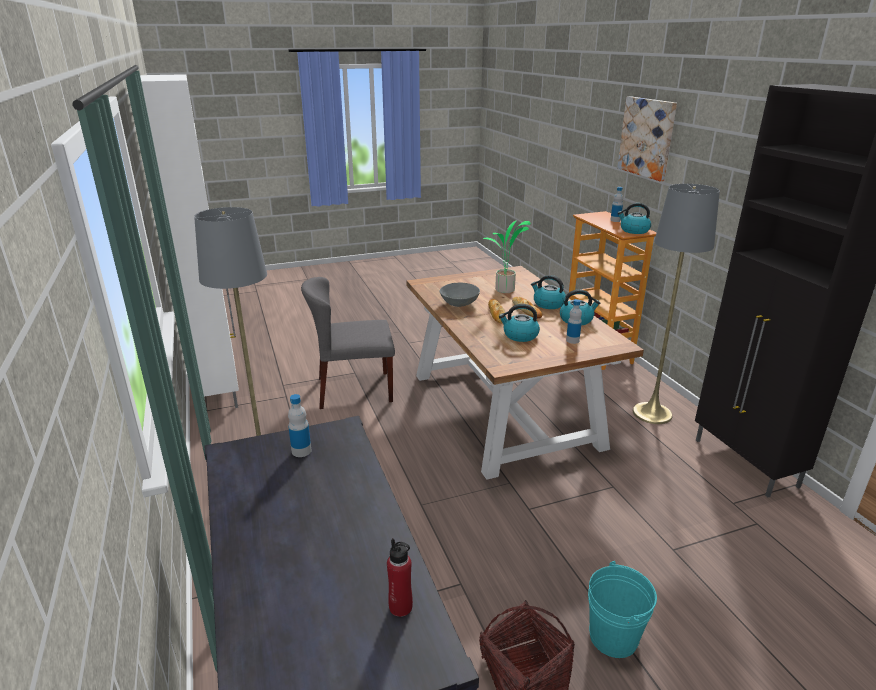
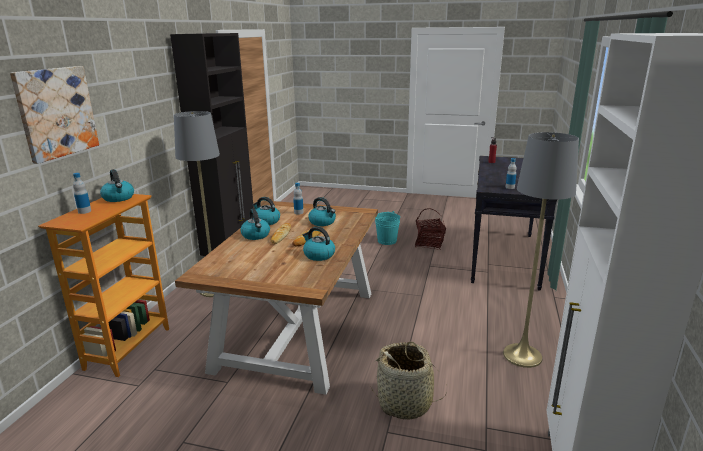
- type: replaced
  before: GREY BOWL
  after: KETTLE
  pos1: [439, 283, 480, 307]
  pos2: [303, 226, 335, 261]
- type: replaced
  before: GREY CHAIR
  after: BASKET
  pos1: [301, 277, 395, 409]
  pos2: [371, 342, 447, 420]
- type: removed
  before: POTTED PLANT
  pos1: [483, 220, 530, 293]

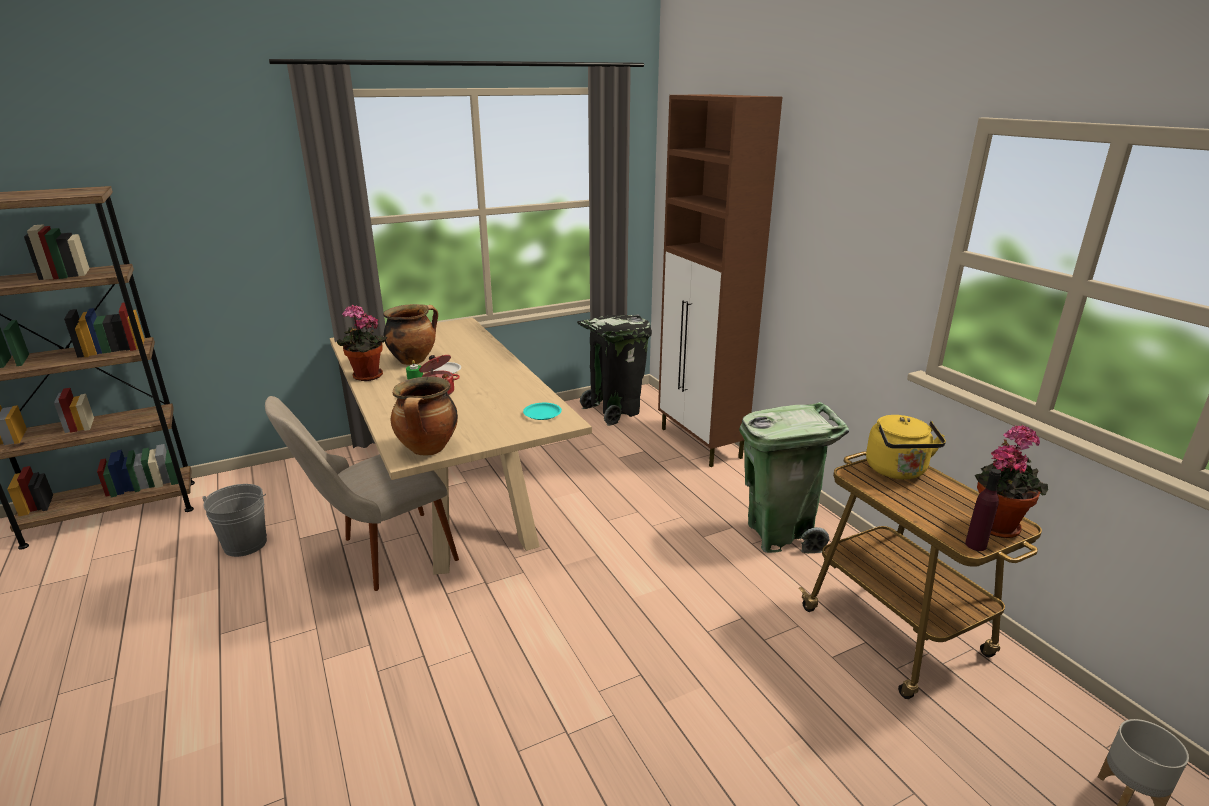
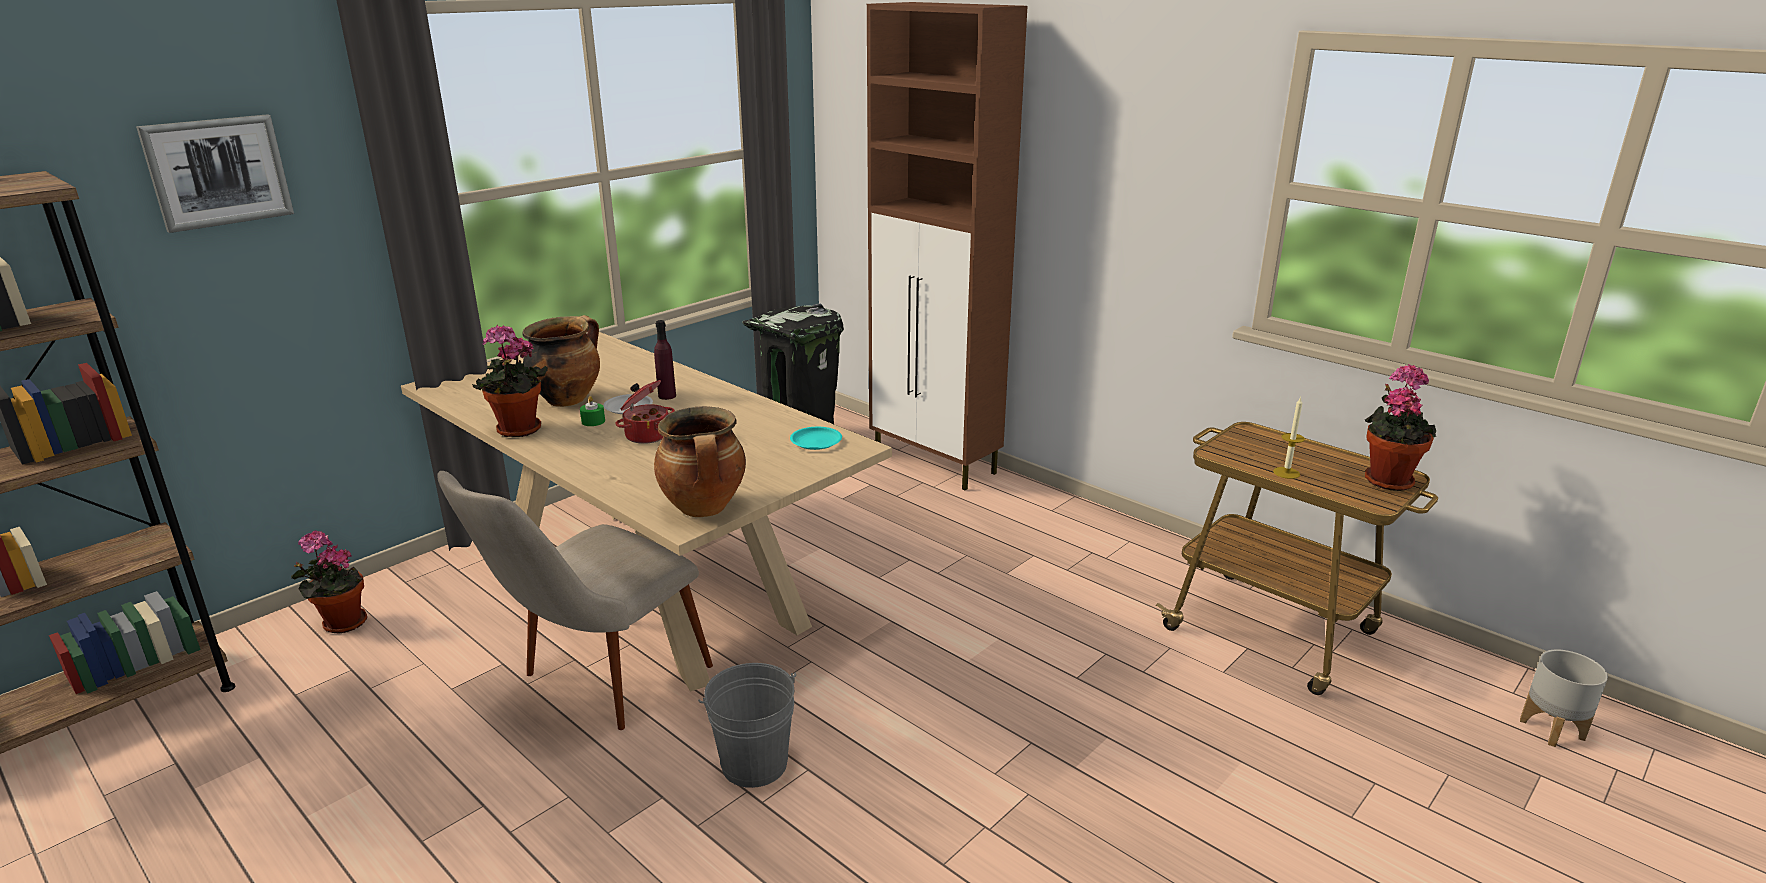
- type: added
  after: PICTURE
  pos2: [136, 114, 294, 233]
- type: added
  after: POTTED PLANT
  pos2: [291, 530, 367, 634]
- type: moved
  before: PURPLE BOTTLE
  pos1: [965, 469, 1001, 551]
  pos2: [654, 320, 676, 400]
- type: moved
  before: GREY BUCKET
  pos1: [202, 484, 267, 557]
  pos2: [698, 663, 796, 788]
- type: added
  after: CANDLE
  pos2: [1273, 397, 1305, 479]
- type: removed
  before: GREEN TRASH CAN
  pos1: [740, 402, 849, 553]
- type: removed
  before: YELLOW KETTLE
  pos1: [866, 415, 946, 479]

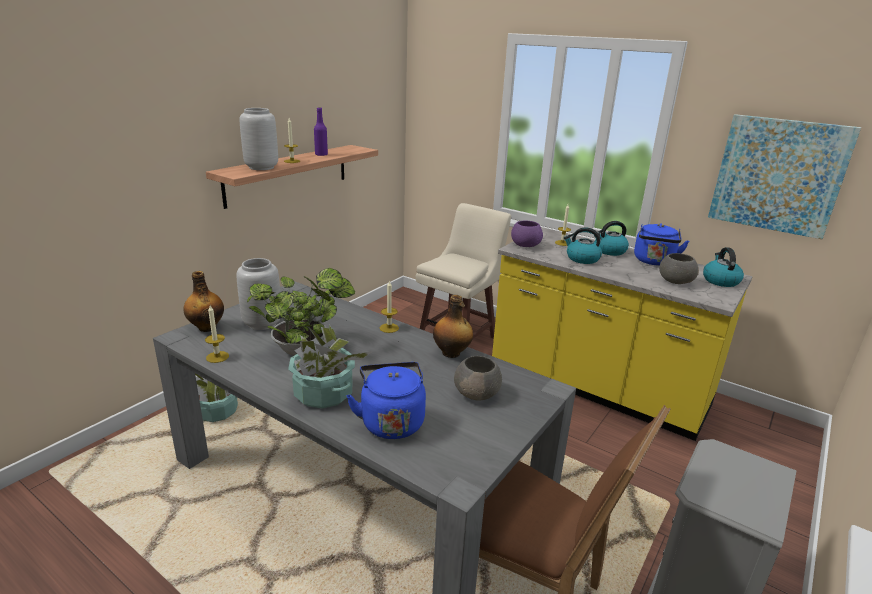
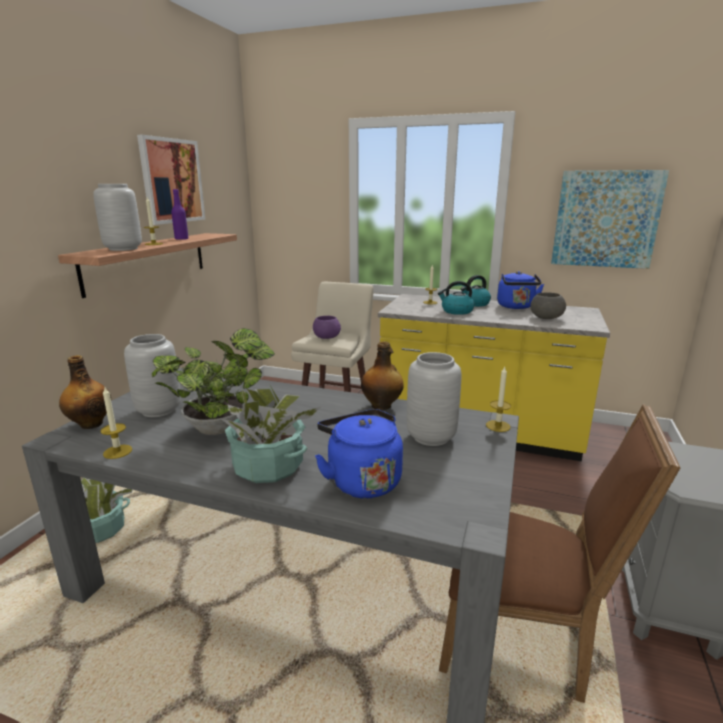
- type: added
  after: PICTURE
  pos2: [137, 135, 206, 225]
- type: moved
  before: PURPLE BOWL
  pos1: [511, 221, 543, 247]
  pos2: [313, 316, 341, 339]
- type: replaced
  before: GREY BOWL
  after: GREY VASE
  pos1: [454, 356, 502, 401]
  pos2: [407, 352, 461, 446]
- type: moved
  before: CANDLE
  pos1: [380, 280, 399, 333]
  pos2: [486, 367, 511, 432]
- type: removed
  before: KETTLE
  pos1: [703, 247, 744, 287]

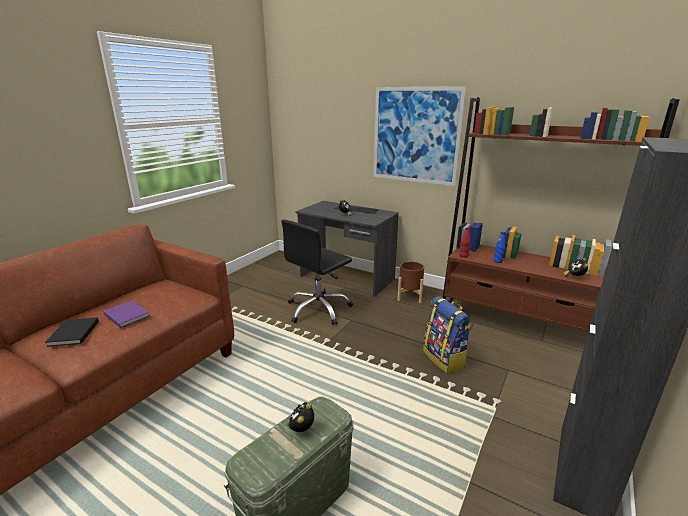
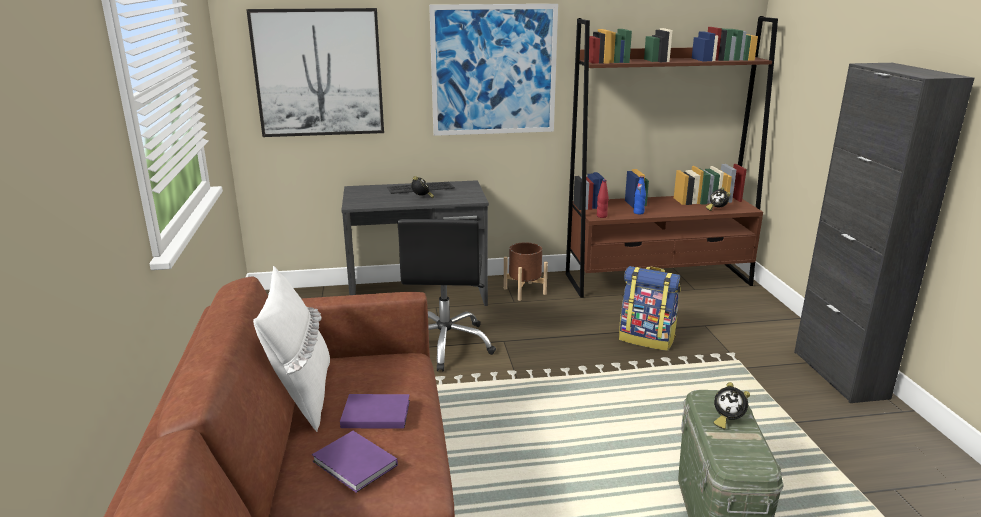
- type: added
  after: PICTURE
  pos2: [246, 8, 384, 137]
- type: added
  after: WHITE PILLOW
  pos2: [253, 266, 330, 432]
- type: recoloured
  before: BLACK BOOK
  after: PURPLE BOOK
  pos1: [45, 317, 99, 347]
  pos2: [312, 431, 398, 493]
- type: turned
  before: ALARM CLOCK
  pos1: [287, 402, 314, 432]
  pos2: [713, 382, 750, 429]
  turn: -45

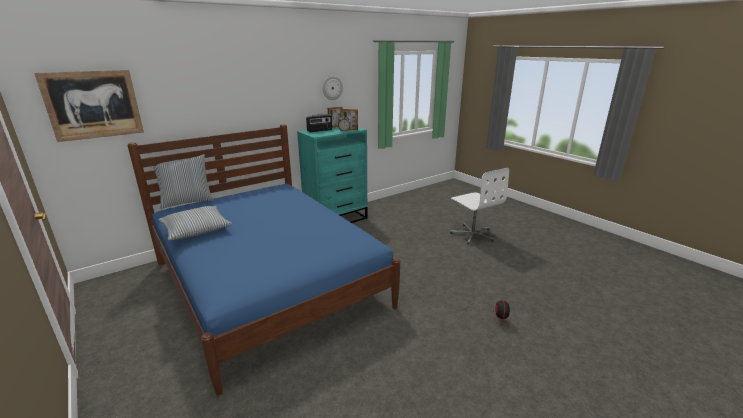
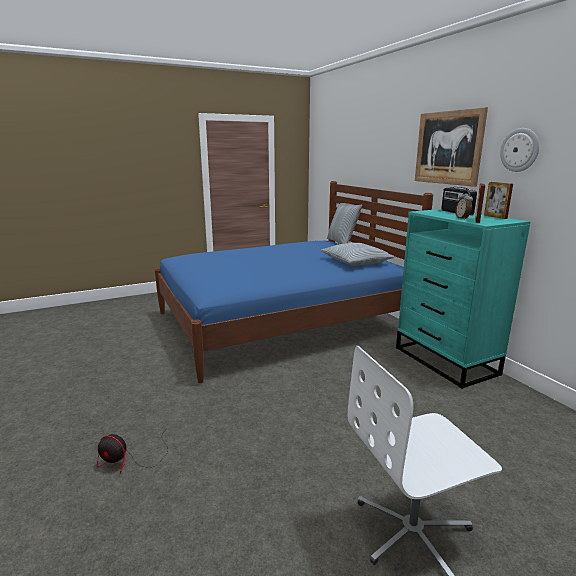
- type: moved
  before: PILLOW
  pos1: [159, 206, 232, 240]
  pos2: [321, 243, 395, 266]
- type: moved
  before: PICTURE
  pos1: [34, 70, 144, 142]
  pos2: [415, 107, 488, 187]

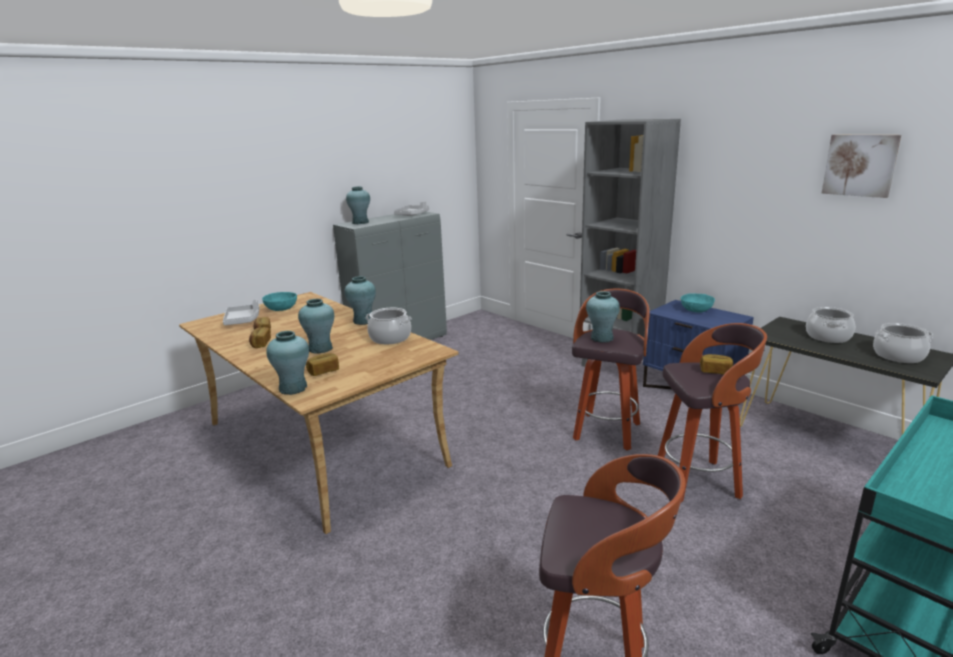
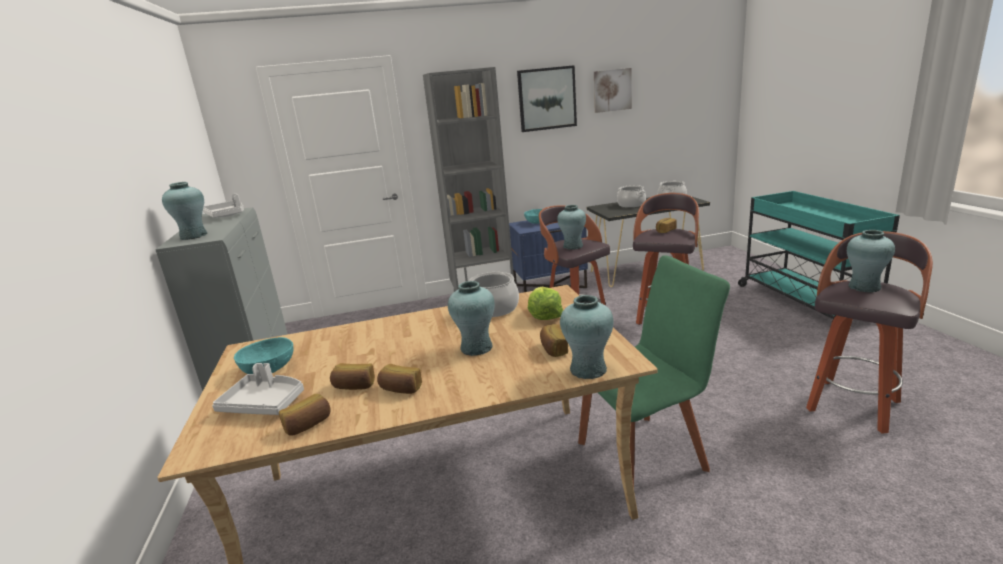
- type: added
  after: BREAD
  pos2: [279, 394, 331, 436]
- type: added
  after: PICTURE
  pos2: [517, 65, 577, 132]
- type: added
  after: LETTUCE
  pos2: [528, 287, 563, 320]
- type: added
  after: GREEN CHAIR
  pos2: [578, 255, 730, 487]
- type: moved
  before: TURQUOISE VASE
  pos1: [345, 276, 376, 325]
  pos2: [847, 230, 895, 292]

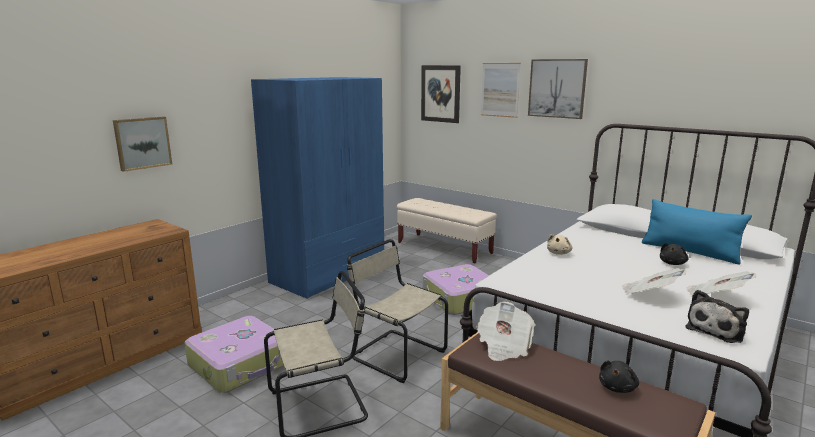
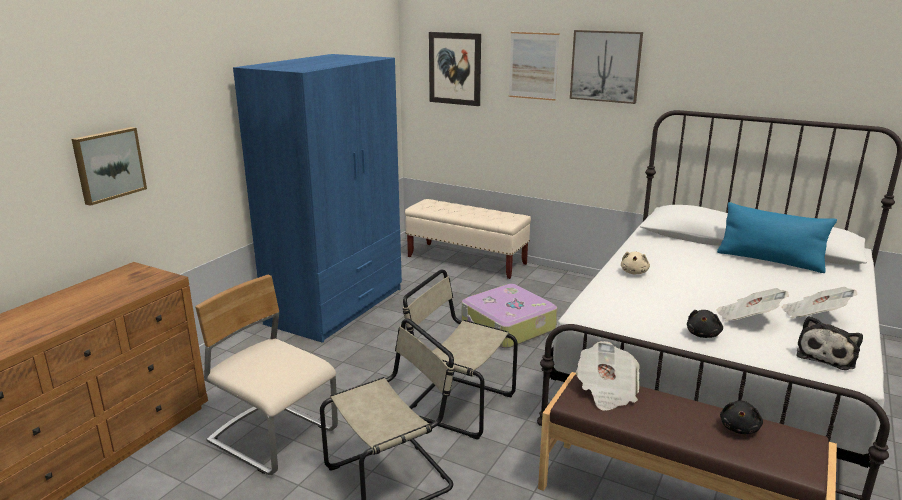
- type: replaced
  before: SUITCASE
  after: BEIGE CHAIR
  pos1: [185, 316, 284, 393]
  pos2: [195, 275, 338, 475]
- type: moved
  before: BLACK PLUSH TOY
  pos1: [660, 243, 689, 265]
  pos2: [687, 310, 723, 338]

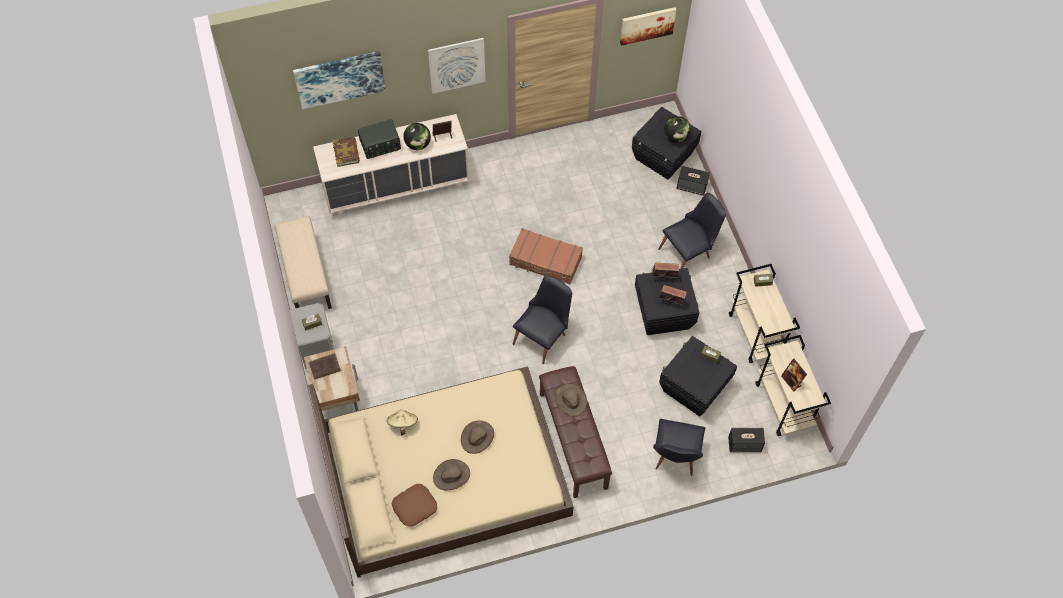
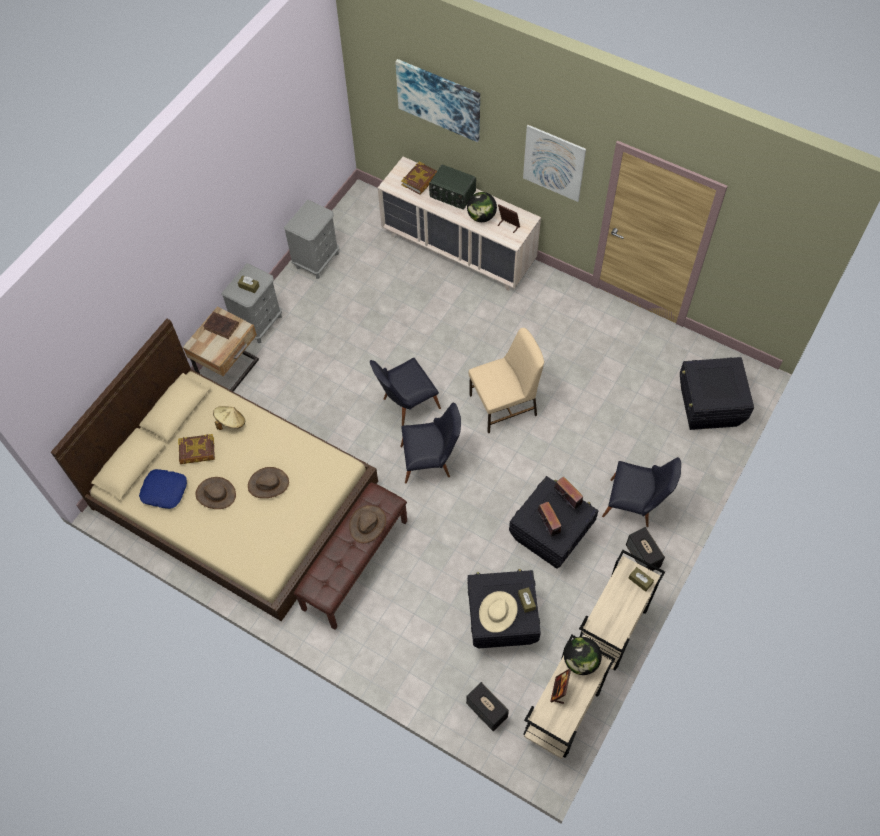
- type: recoloured
  before: BROWN PILLOW
  after: BLUE PILLOW
  pos1: [392, 484, 437, 527]
  pos2: [139, 469, 187, 509]
- type: added
  after: BOOK
  pos2: [178, 434, 215, 464]
- type: replaced
  before: BEIGE BENCH
  after: GREY NIGHTSTAND
  pos1: [275, 216, 332, 309]
  pos2: [284, 200, 339, 279]
- type: moved
  before: BLACK CHAIR
  pos1: [653, 419, 705, 476]
  pos2: [370, 358, 441, 426]
- type: replaced
  before: BROWN SUITCASE
  after: BEIGE CHAIR
  pos1: [509, 228, 583, 284]
  pos2: [468, 328, 544, 433]
- type: added
  after: BEIGE HAT
  pos2: [479, 591, 518, 633]
- type: moved
  before: GLOBE
  pos1: [664, 116, 690, 143]
  pos2: [564, 637, 602, 675]
- type: moved
  before: SPEAKER
  pos1: [676, 166, 710, 196]
  pos2: [626, 527, 665, 571]
- type: removed
  before: PICTURE
  pos1: [620, 7, 676, 46]

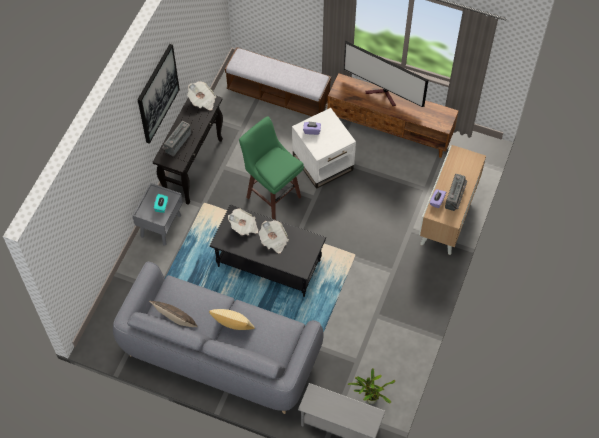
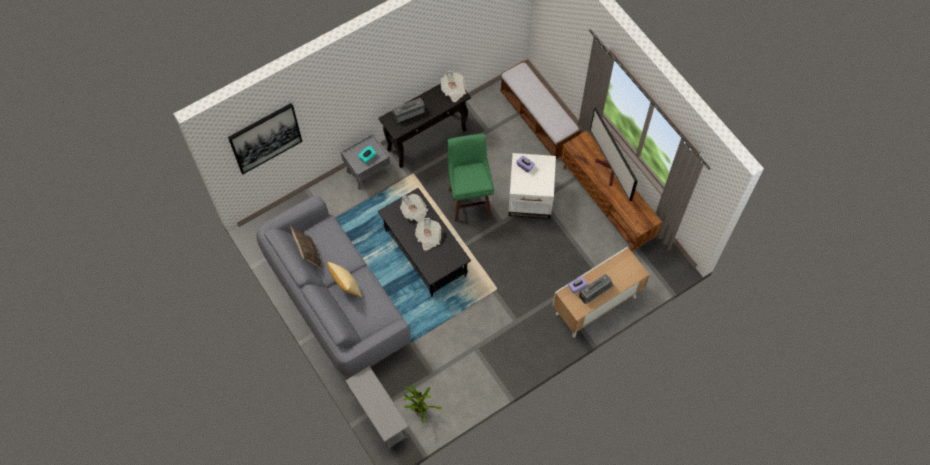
- type: moved
  before: PICTURE
  pos1: [137, 44, 180, 144]
  pos2: [228, 103, 302, 174]

